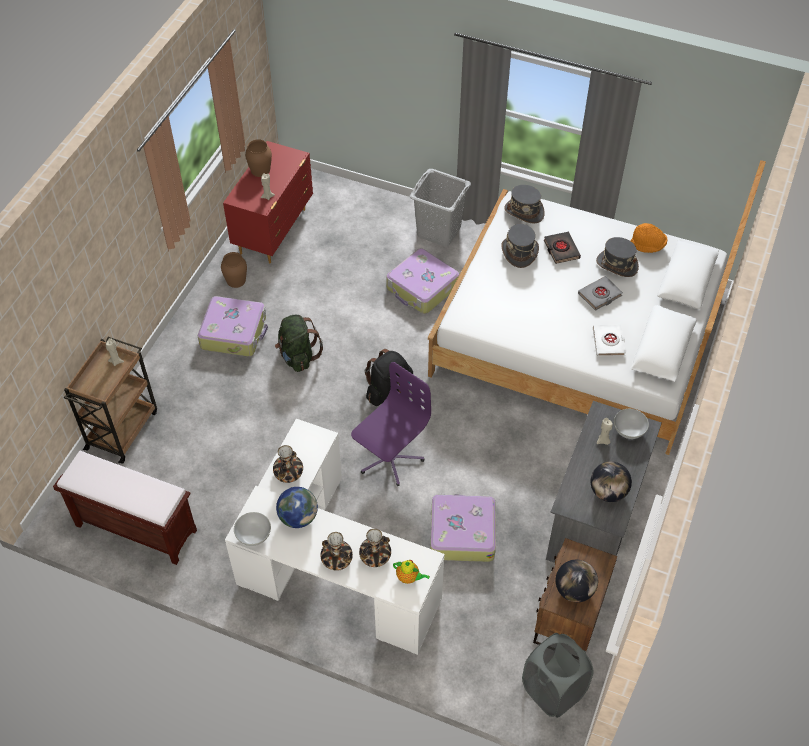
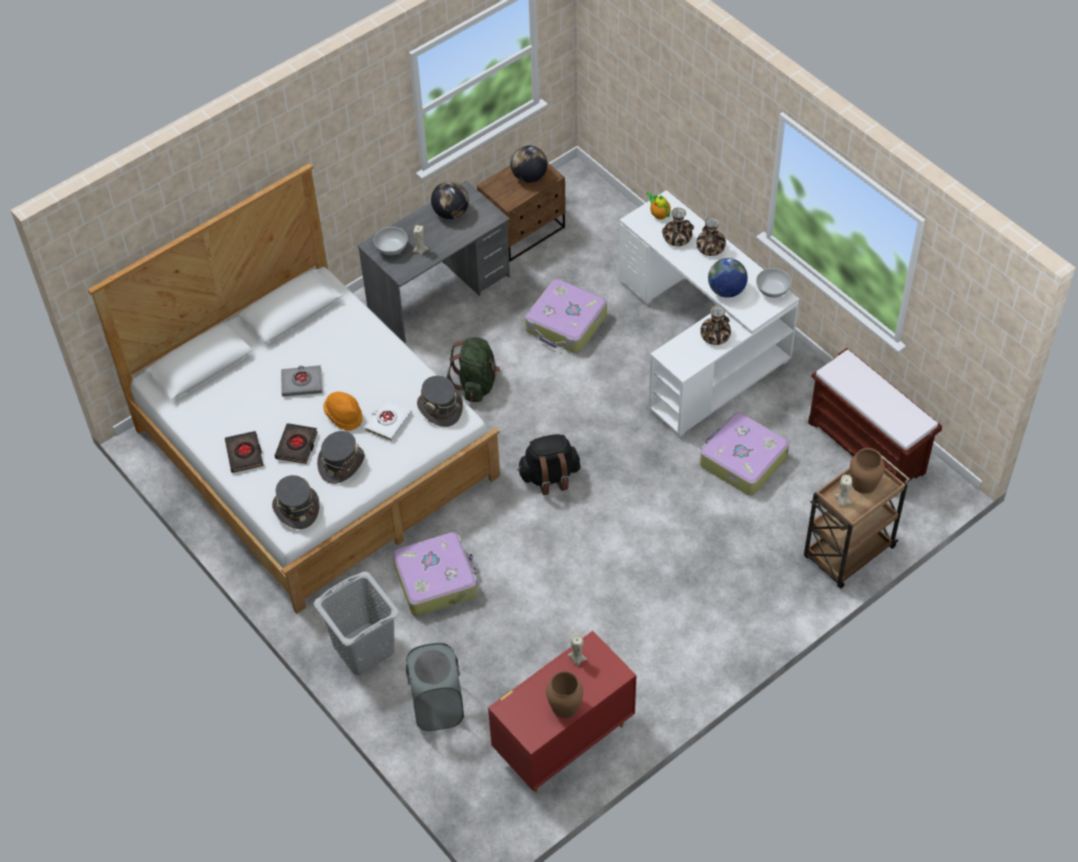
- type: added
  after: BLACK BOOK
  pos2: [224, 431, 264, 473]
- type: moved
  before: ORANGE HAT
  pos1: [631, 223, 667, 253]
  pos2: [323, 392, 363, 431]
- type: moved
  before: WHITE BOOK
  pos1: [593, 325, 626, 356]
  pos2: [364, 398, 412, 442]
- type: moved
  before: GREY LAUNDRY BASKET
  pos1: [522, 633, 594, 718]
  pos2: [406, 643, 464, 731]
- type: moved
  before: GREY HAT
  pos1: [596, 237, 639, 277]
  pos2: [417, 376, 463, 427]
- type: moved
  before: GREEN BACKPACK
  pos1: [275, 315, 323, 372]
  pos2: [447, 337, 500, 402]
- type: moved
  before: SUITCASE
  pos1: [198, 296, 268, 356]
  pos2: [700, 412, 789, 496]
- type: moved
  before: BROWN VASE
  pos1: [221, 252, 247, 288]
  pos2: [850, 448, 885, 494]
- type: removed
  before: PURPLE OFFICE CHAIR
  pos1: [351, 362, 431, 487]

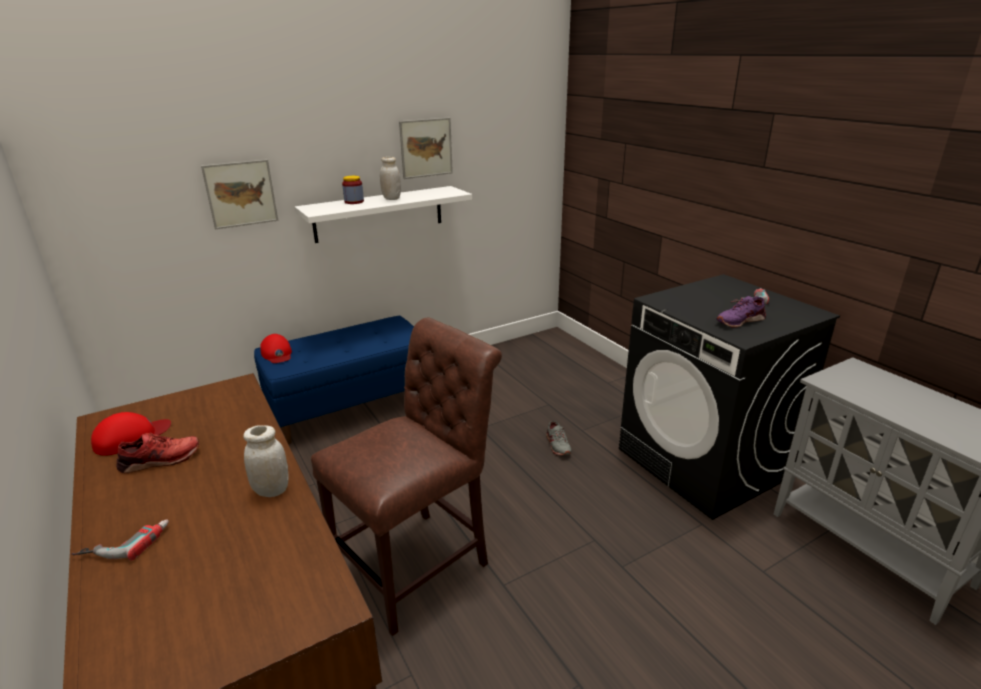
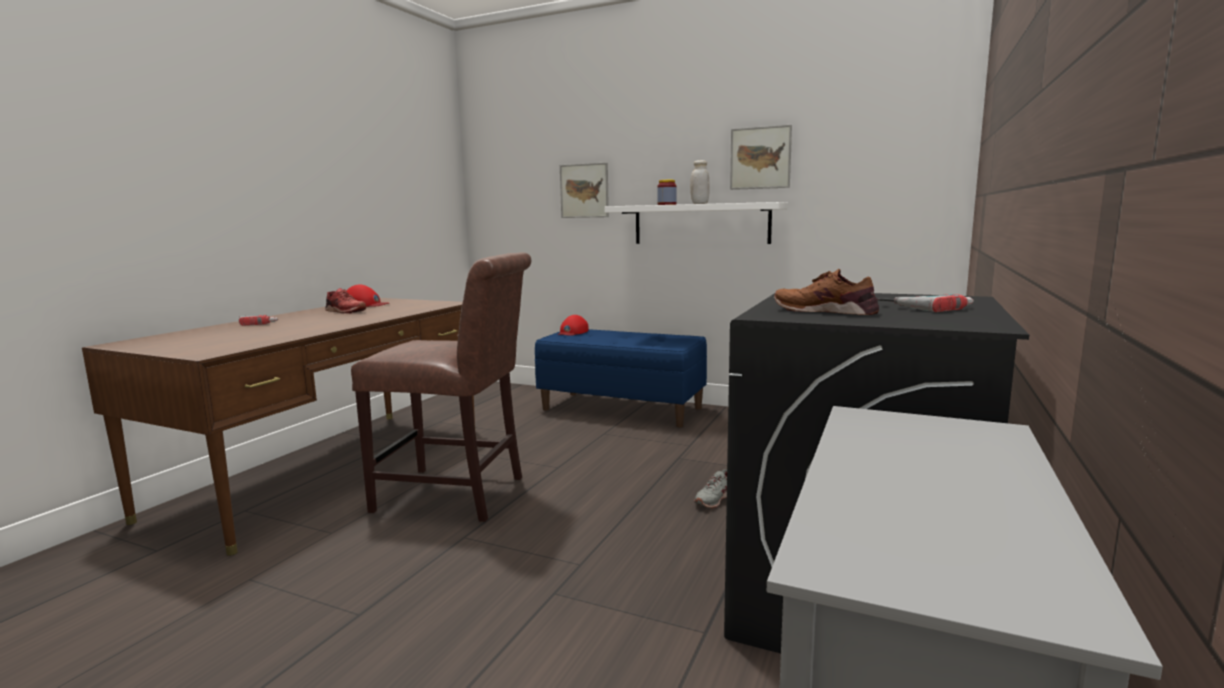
- type: recoloured
  before: PURPLE SHOE
  after: BROWN SHOE
  pos1: [716, 296, 766, 328]
  pos2: [775, 269, 879, 315]
- type: removed
  before: WHITE JAR
  pos1: [243, 425, 289, 497]

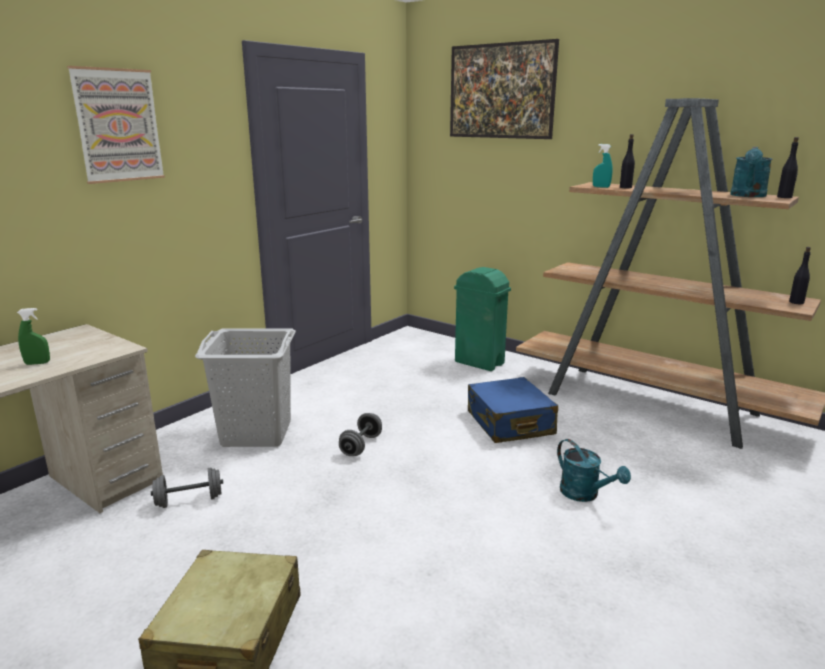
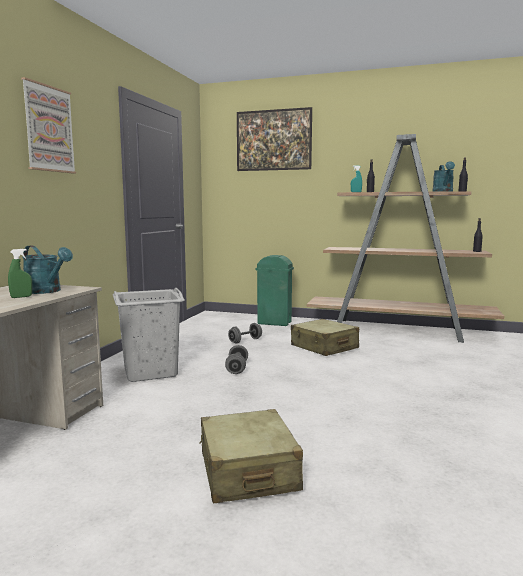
- type: moved
  before: TURQUOISE WATERING CAN
  pos1: [557, 439, 631, 502]
  pos2: [23, 245, 73, 294]
- type: moved
  before: GREY DUMBBELL
  pos1: [151, 467, 223, 508]
  pos2: [228, 323, 262, 344]
- type: recoloured
  before: BLUE SUITCASE
  after: BEIGE SUITCASE
  pos1: [468, 377, 558, 443]
  pos2: [291, 319, 359, 356]

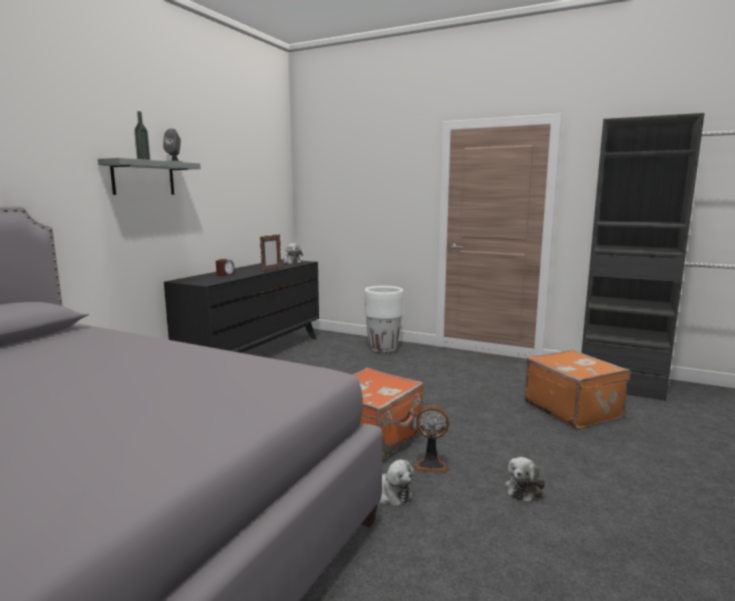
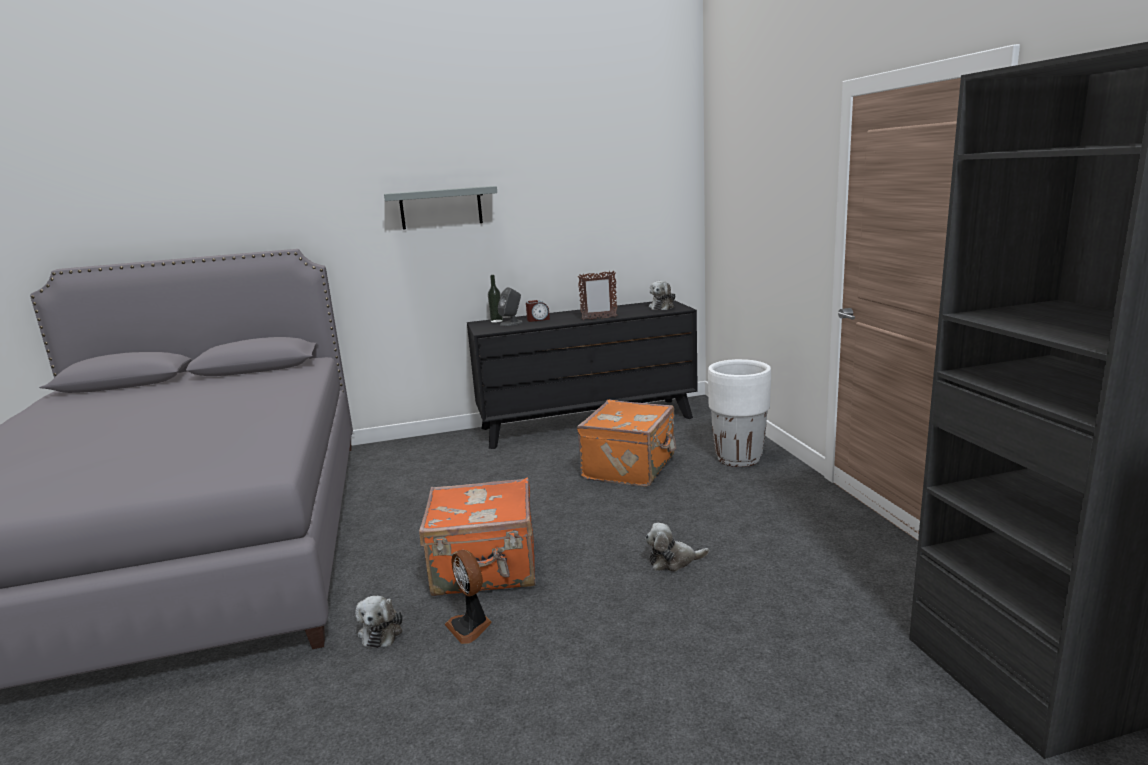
- type: moved
  before: BOTTLE
  pos1: [134, 111, 150, 160]
  pos2: [488, 275, 503, 323]
- type: moved
  before: GREY SPEAKER
  pos1: [163, 129, 183, 162]
  pos2: [498, 287, 523, 326]
- type: moved
  before: ORANGE SUITCASE
  pos1: [524, 350, 630, 429]
  pos2: [577, 400, 676, 487]
- type: moved
  before: PLUSH TOY
  pos1: [505, 457, 545, 503]
  pos2: [645, 523, 709, 572]

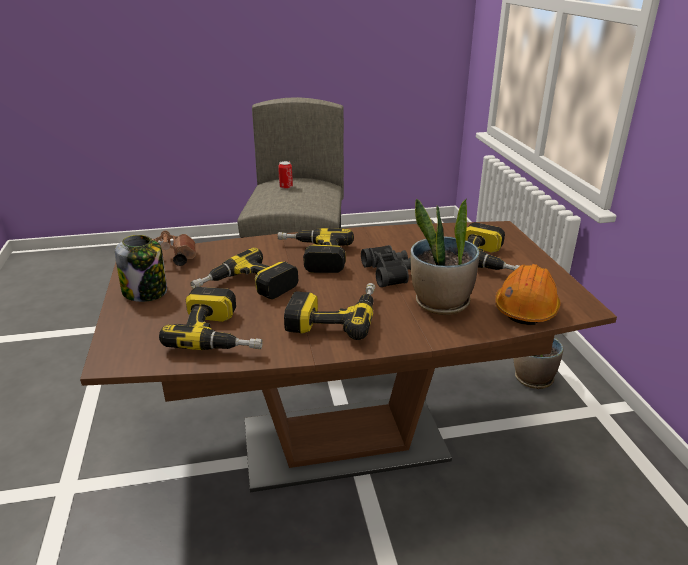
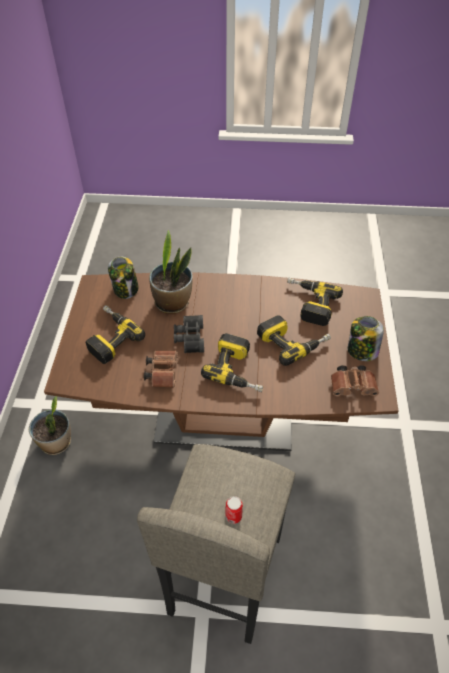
- type: replaced
  before: ORANGE HARD HAT
  after: JAR
  pos1: [495, 264, 561, 325]
  pos2: [108, 257, 139, 299]
- type: added
  after: BROWN BINOCULARS
  pos2: [144, 350, 178, 388]
- type: removed
  before: POWER DRILL
  pos1: [284, 283, 375, 340]

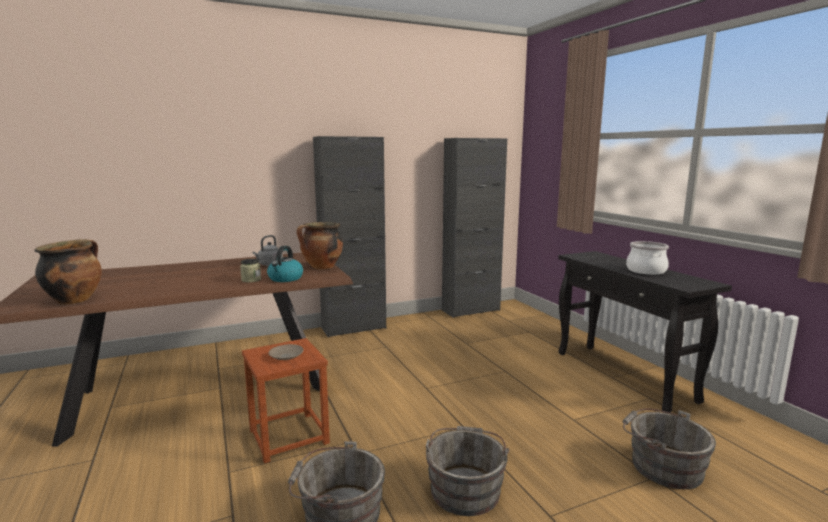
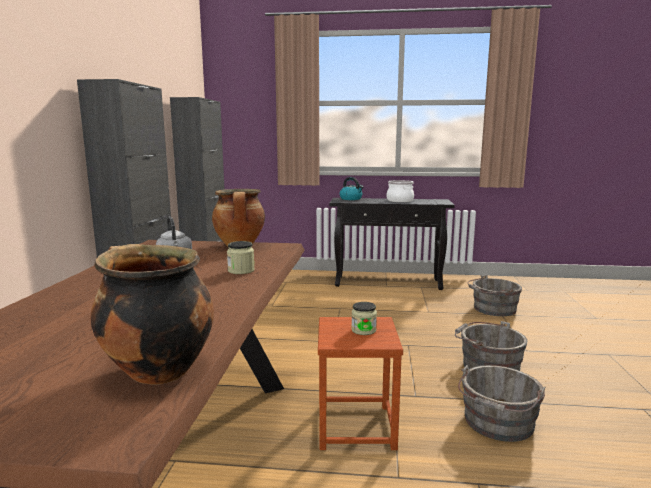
- type: moved
  before: KETTLE
  pos1: [267, 246, 303, 282]
  pos2: [340, 177, 363, 200]
- type: replaced
  before: BEIGE PLATE
  after: JAR
  pos1: [268, 344, 304, 360]
  pos2: [351, 302, 377, 335]

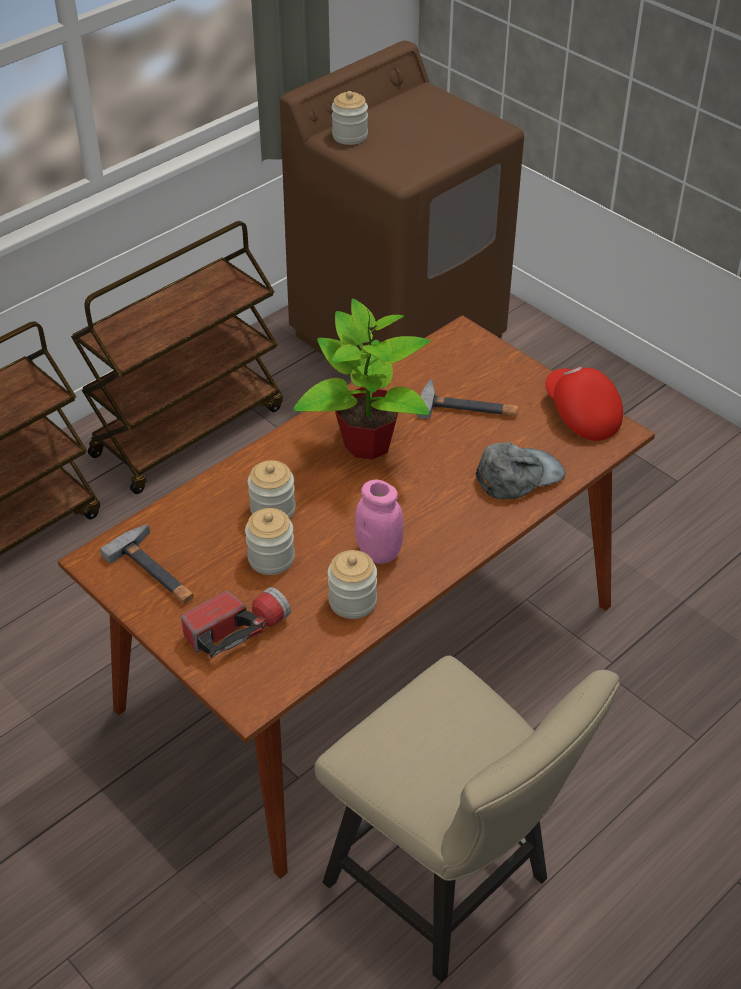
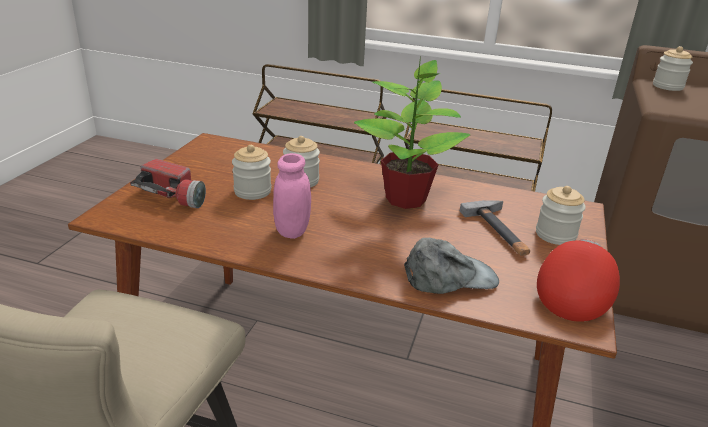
- type: turned
  before: GREY CAP
  pos1: [475, 442, 565, 499]
  pos2: [404, 238, 499, 294]
  turn: -45
- type: moved
  before: JAR
  pos1: [328, 550, 377, 619]
  pos2: [536, 186, 586, 245]
- type: removed
  before: HAMMER
  pos1: [100, 524, 194, 603]

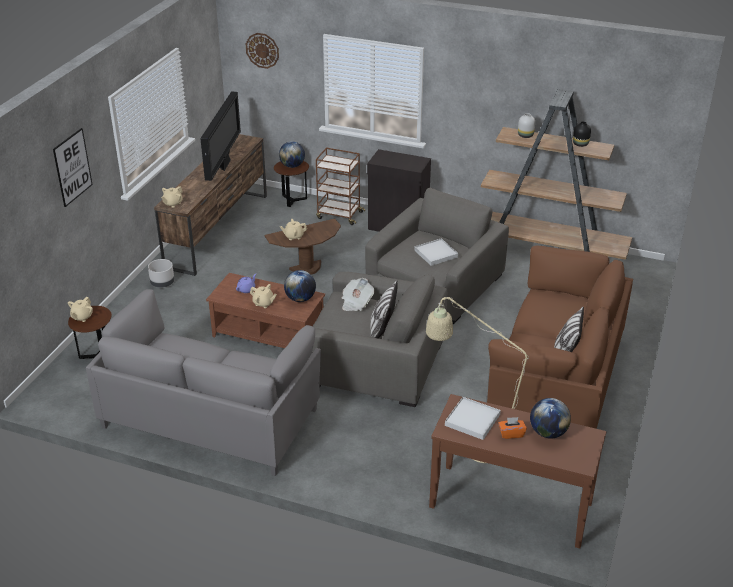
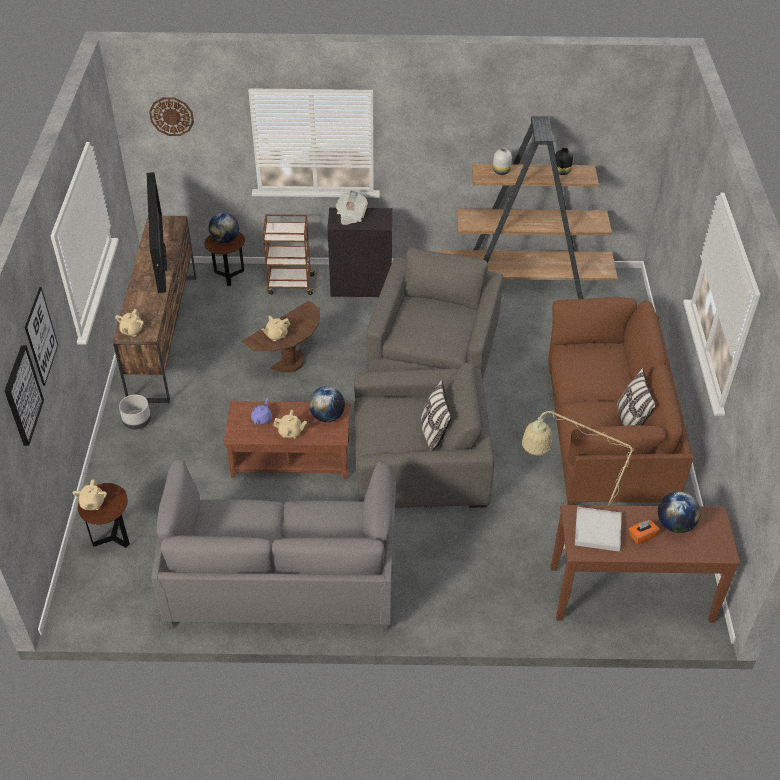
- type: added
  after: PICTURE
  pos2: [5, 345, 44, 446]
- type: moved
  before: NEWSPAPER
  pos1: [342, 278, 374, 311]
  pos2: [336, 190, 368, 225]
- type: removed
  before: WHITE TRAY
  pos1: [414, 238, 458, 266]

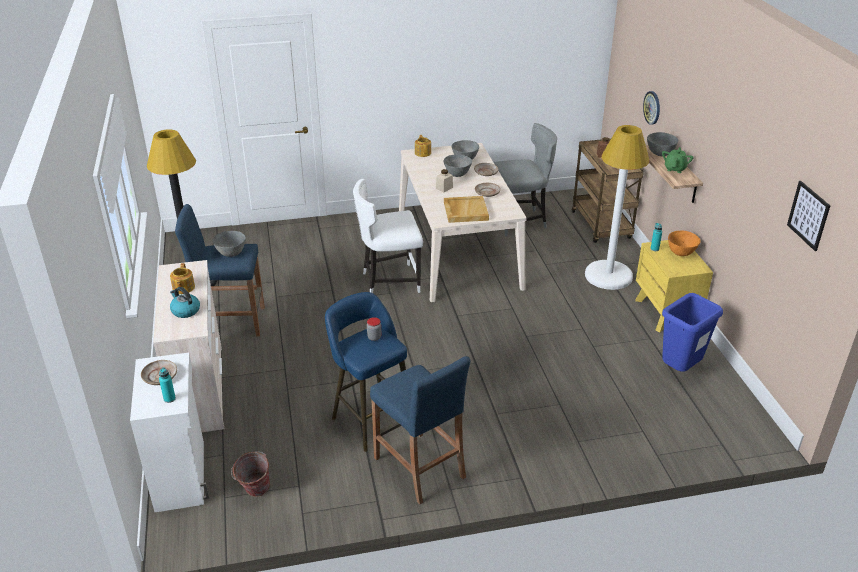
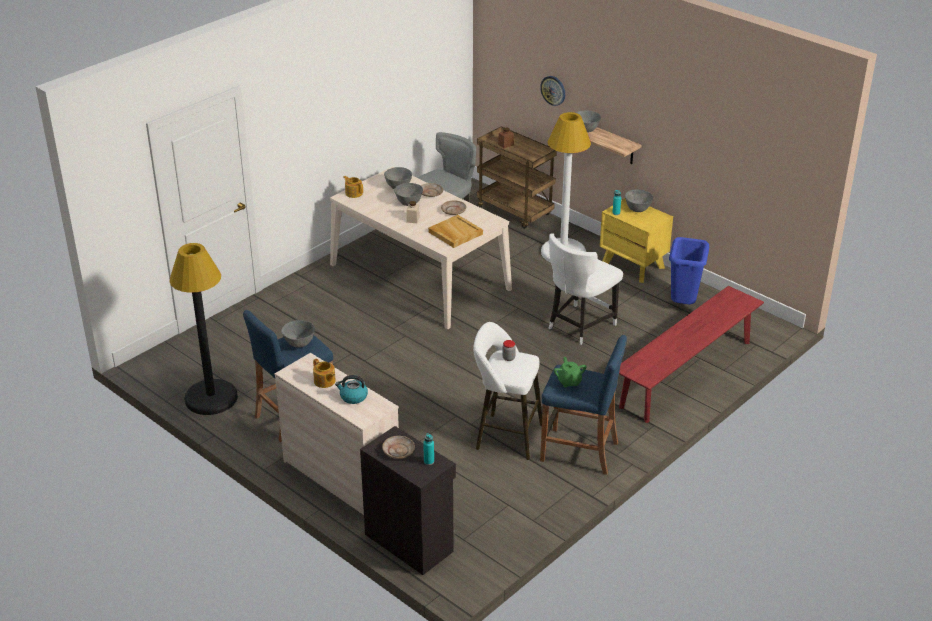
- type: recoloured
  before: WHITE CABINET
  after: BLACK CABINET
  pos1: [130, 353, 209, 512]
  pos2: [360, 426, 456, 575]
- type: recoloured
  before: BLUE STOOL
  after: WHITE STOOL
  pos1: [325, 292, 407, 452]
  pos2: [473, 322, 542, 460]
- type: moved
  before: WHITE CHAIR
  pos1: [353, 179, 423, 293]
  pos2: [549, 233, 623, 345]
- type: moved
  before: GREEN TEAPOT
  pos1: [662, 147, 694, 173]
  pos2: [554, 357, 587, 387]
- type: added
  after: RED BENCH
  pos2: [619, 286, 764, 423]
- type: recoloured
  before: ORANGE BOWL
  after: GREY BOWL
  pos1: [668, 230, 700, 256]
  pos2: [625, 189, 653, 212]
- type: removed
  before: BUCKET
  pos1: [231, 451, 270, 497]
- type: removed
  before: PICTURE
  pos1: [787, 181, 830, 251]

